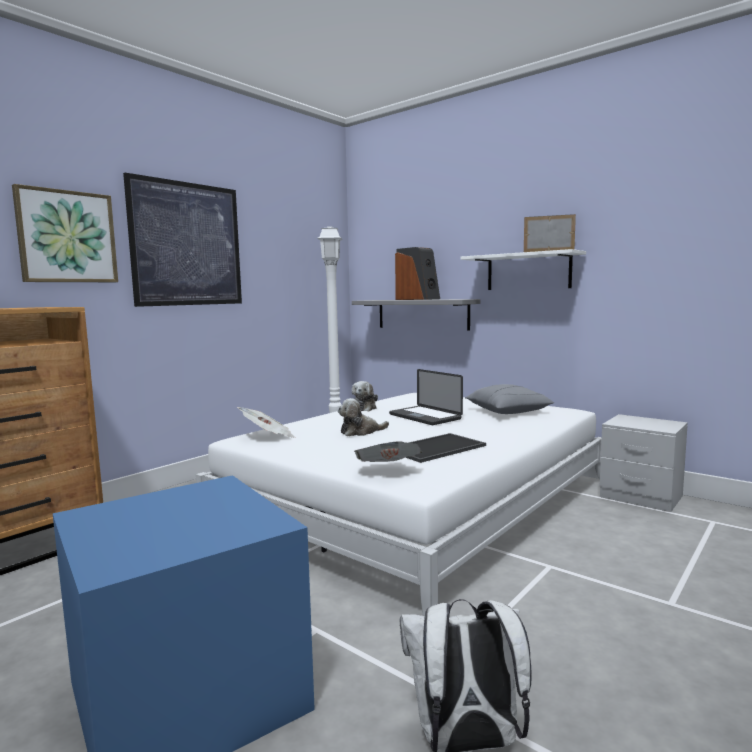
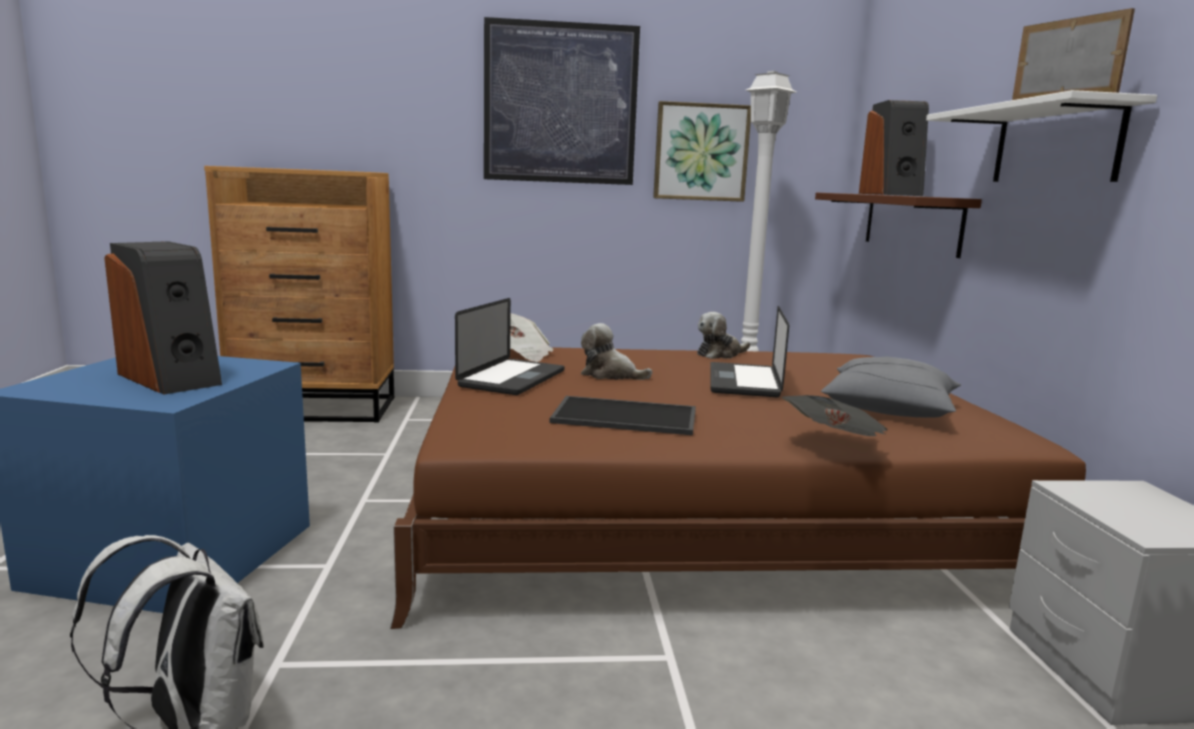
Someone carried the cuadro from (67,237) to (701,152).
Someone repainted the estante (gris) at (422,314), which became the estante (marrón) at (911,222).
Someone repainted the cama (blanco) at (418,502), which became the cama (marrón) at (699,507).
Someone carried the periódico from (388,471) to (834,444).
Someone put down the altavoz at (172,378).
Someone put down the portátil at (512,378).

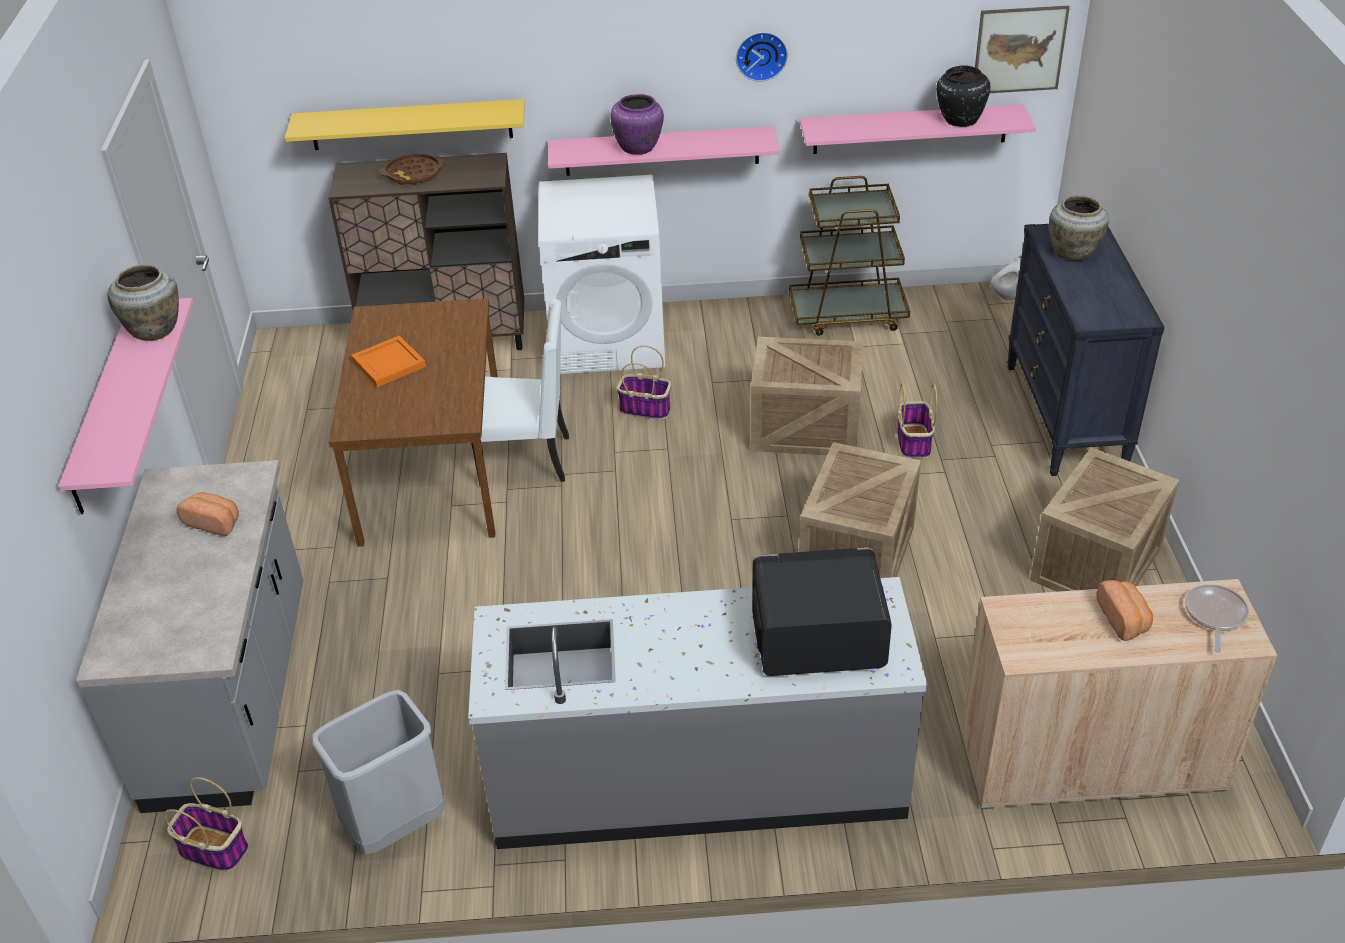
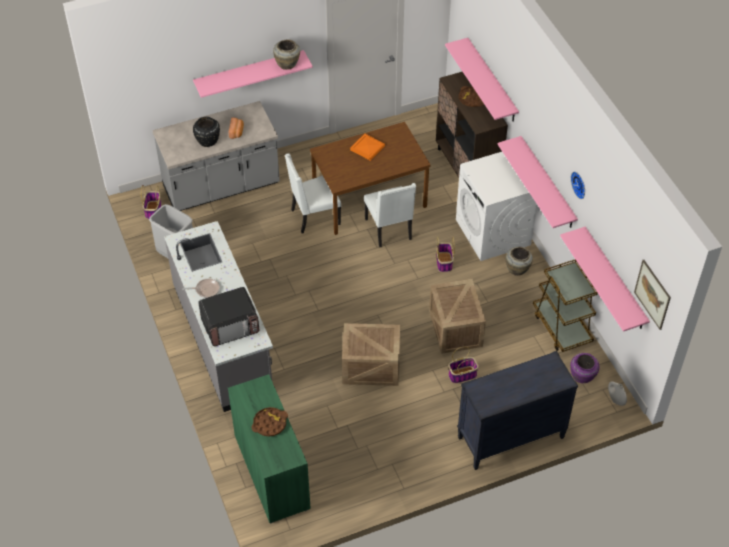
Someone carried the florero (negro) from (959,120) to (208,141).
Someone carried the florero (morado) from (639,148) to (582,377).
Someone repainted the estante (amarillo) at (411,124), which became the estante (rosa) at (492,81).
Someone carried the florero (beis) from (1073,252) to (517,270).
Someone took away the caja de embalaje at (1096,565).
Someone rotated the microondas at (816,637) by 90 degrees clockwise.
Someone repainted the armario (beis) at (1090,761), which became the armario (verde) at (272,472).
Someone swapped the pan at (1124,619) for the bandeja (marrón) at (270,423).
Someone carried the sartén from (1214,615) to (206,290).
Someone put down the silla (blanco) at (314,217).

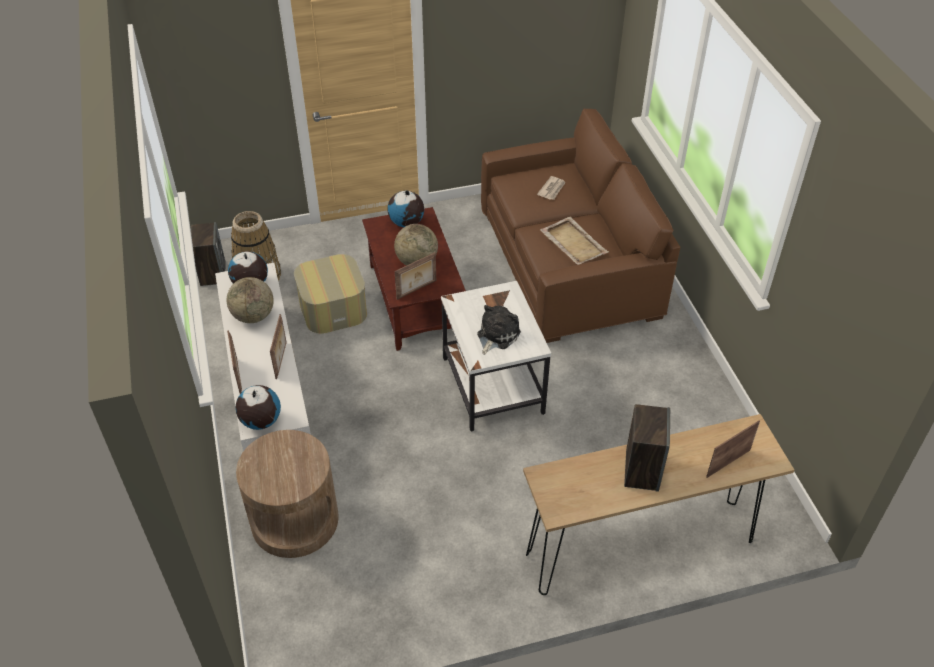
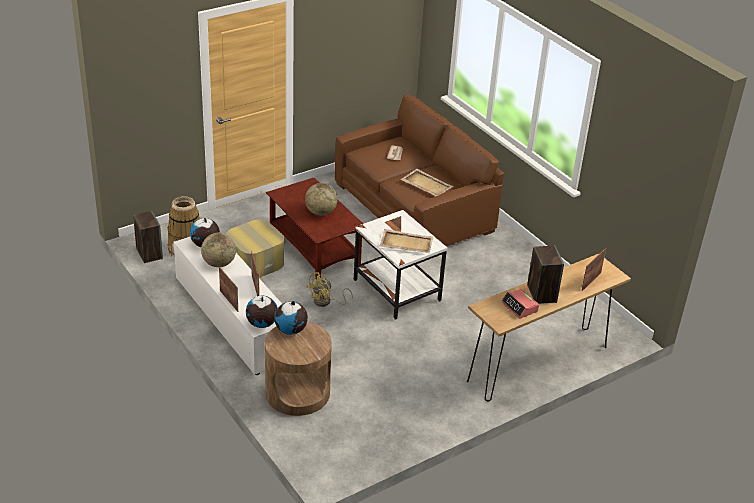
Someone carried the globo terráqueo from (407,223) to (291,330).
Someone took away the portarretratos at (417,290).
Someone swapped the peluche at (496,335) for the bandeja (beis) at (406,243).
Someone put down the ventilador (amarillo) at (326,302).
Someone put down the despertador at (519,307).

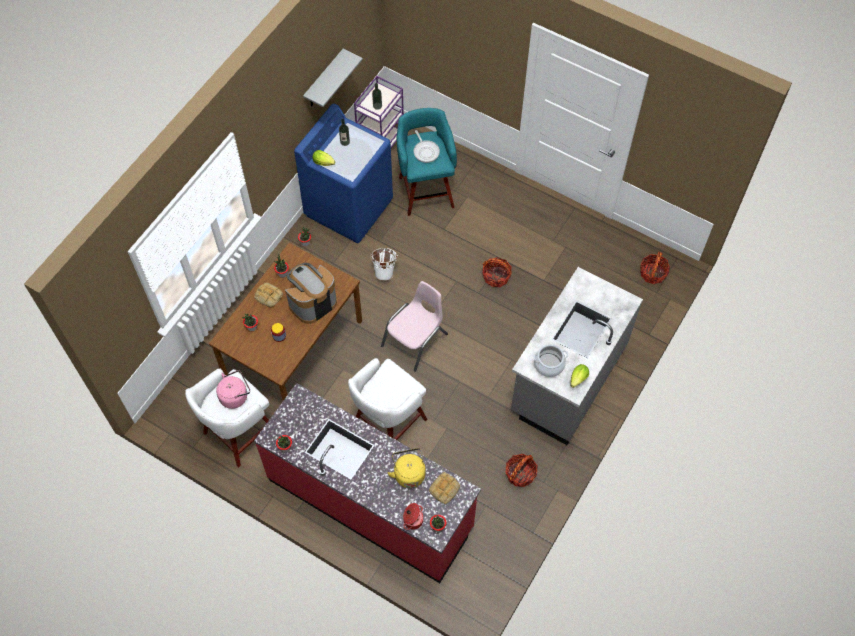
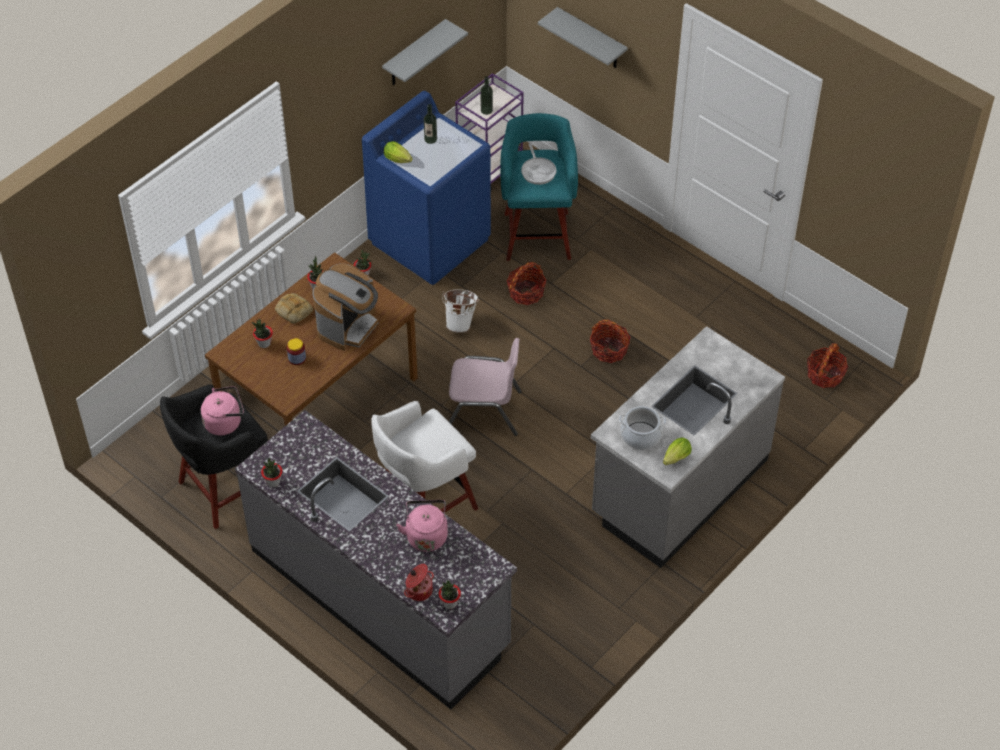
Someone rotated the cafetera at (312,303) by 150 degrees clockwise.
Someone rotated the silla (rosa) at (415,340) by 45 degrees clockwise.
Someone repainted the taburete (blanco) at (238,433), which became the taburete (negro) at (224,489).
Someone repainted the mueble bajo de cocina (rojo) at (371,503), which became the mueble bajo de cocina (gris) at (380,598).
Someone repainted the hervidor (amarillo) at (408,473), which became the hervidor (rosa) at (426,535).
Someone carried the cesta from (520,474) to (526,292).
Someone took away the pan at (444,489).
Someone put up the estante (gris) at (591,39).

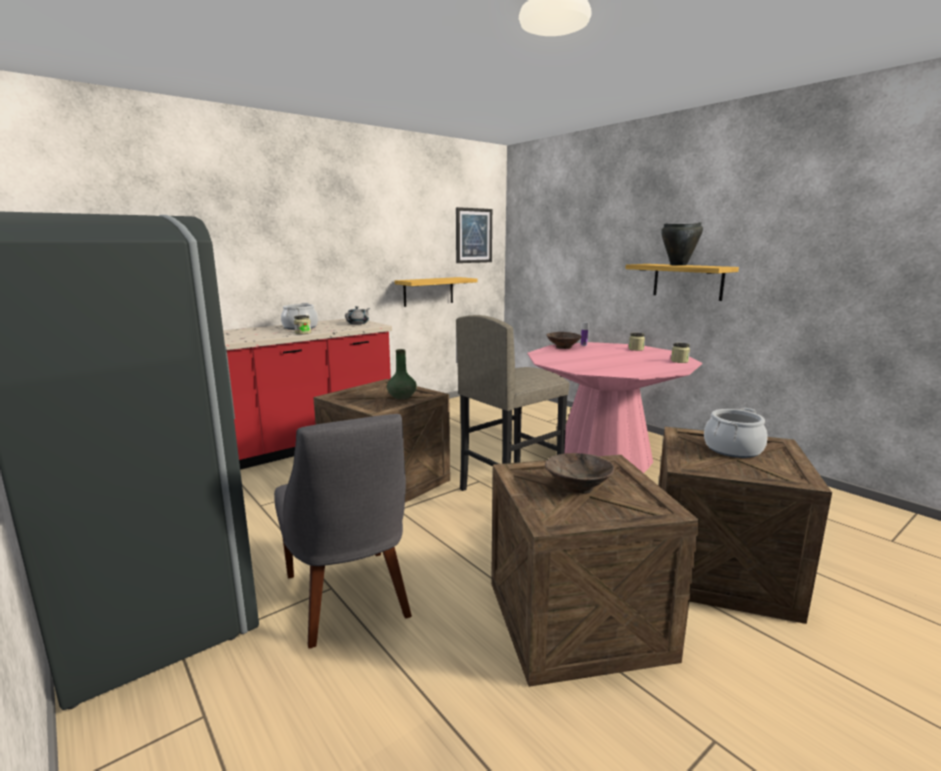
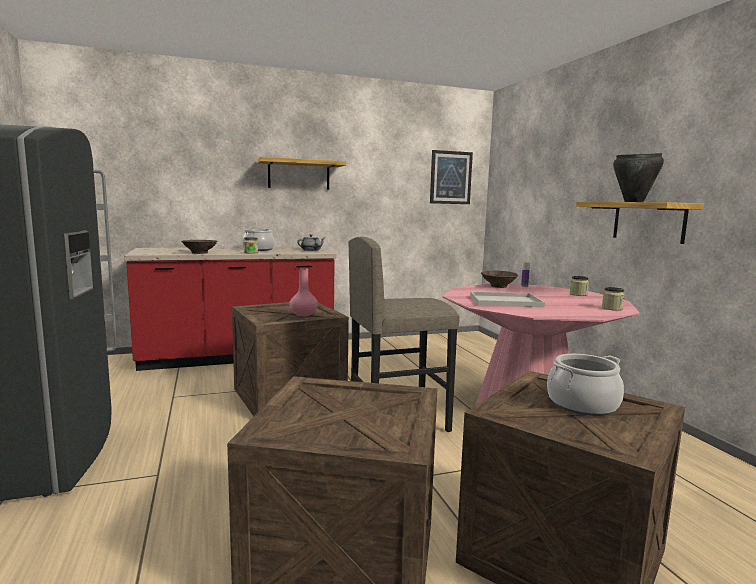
Someone carried the estante from (428,291) to (299,175).
Someone repainted the florero (verde) at (402,397), which became the florero (rosa) at (303,314).
Someone took away the silla (gris) at (348,599).
Someone carried the cuenco (marrón) from (579,487) to (200,253).
Someone put down the bandeja (blanco) at (506,301).

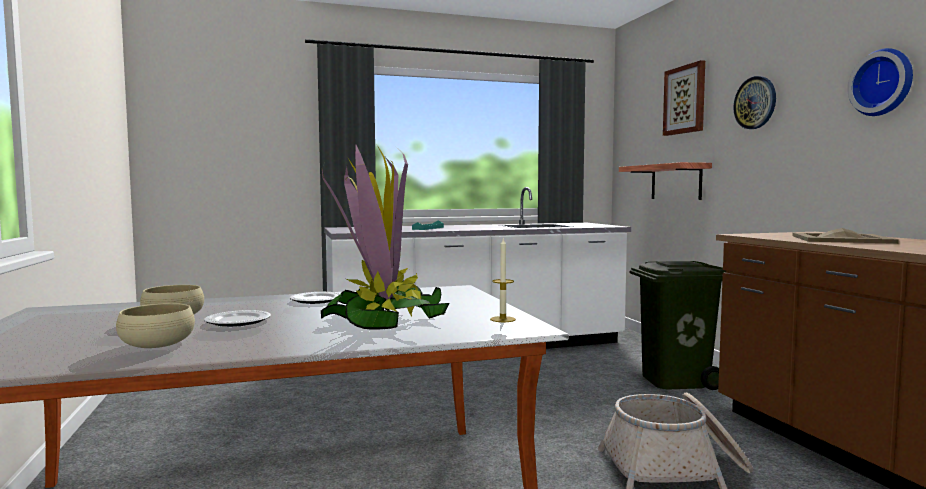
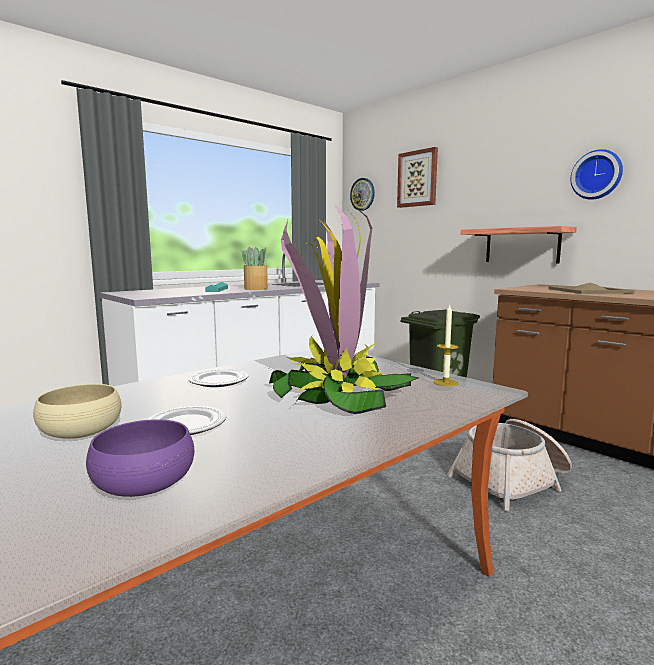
Someone carried the reloj de pared from (755,103) to (362,194).
Someone carried the estante from (676,182) to (522,245).
Someone repainted the cuenco (beis) at (157,343), which became the cuenco (morado) at (144,482).
Someone put down the planta en maceta at (256,288).

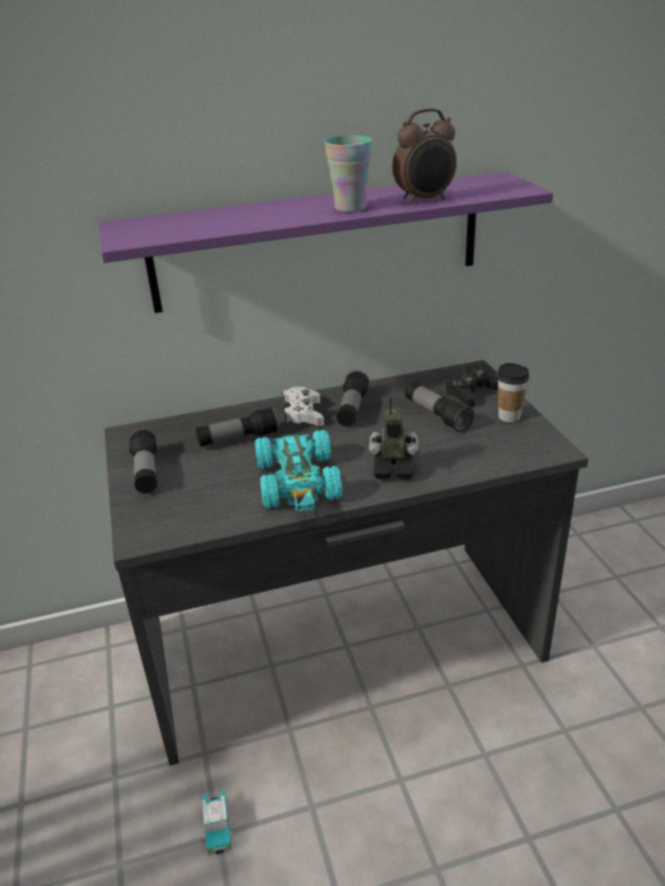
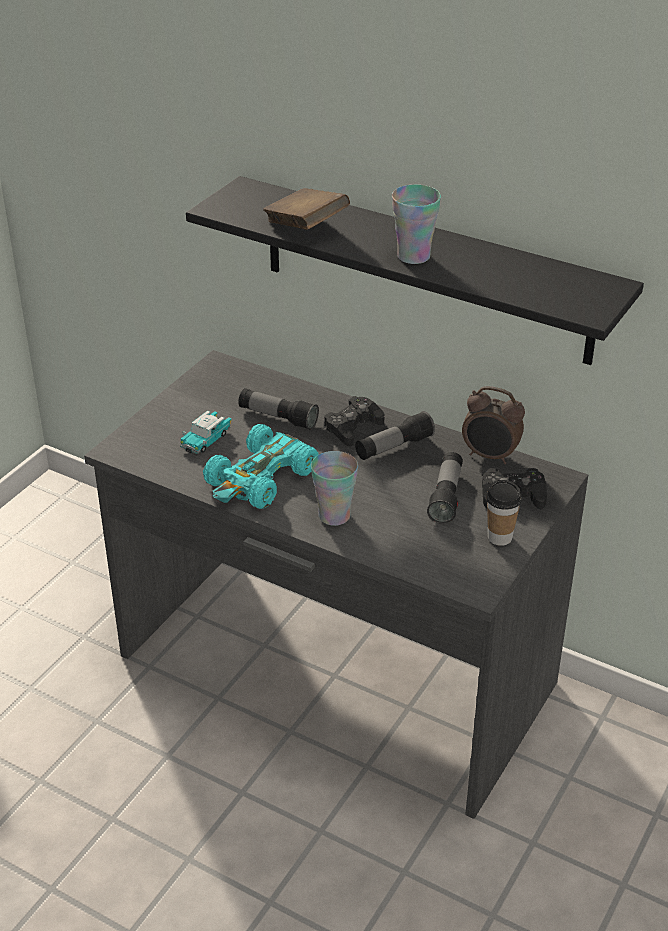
Someone carried the despertador from (425,200) to (490,456).
Someone repainted the estante (morado) at (318,242), which became the estante (negro) at (425,270).
Someone repainted the mando de consola (blanco) at (303,414), which became the mando de consola (negro) at (353,427).
Someone swapped the robot de juguete at (393,470) for the taza at (334,516).
Someone took away the linterna at (146,472).
Someone carried the coche de juguete from (217,826) to (206,440).
Someone put down the libro (marrón) at (306,227).

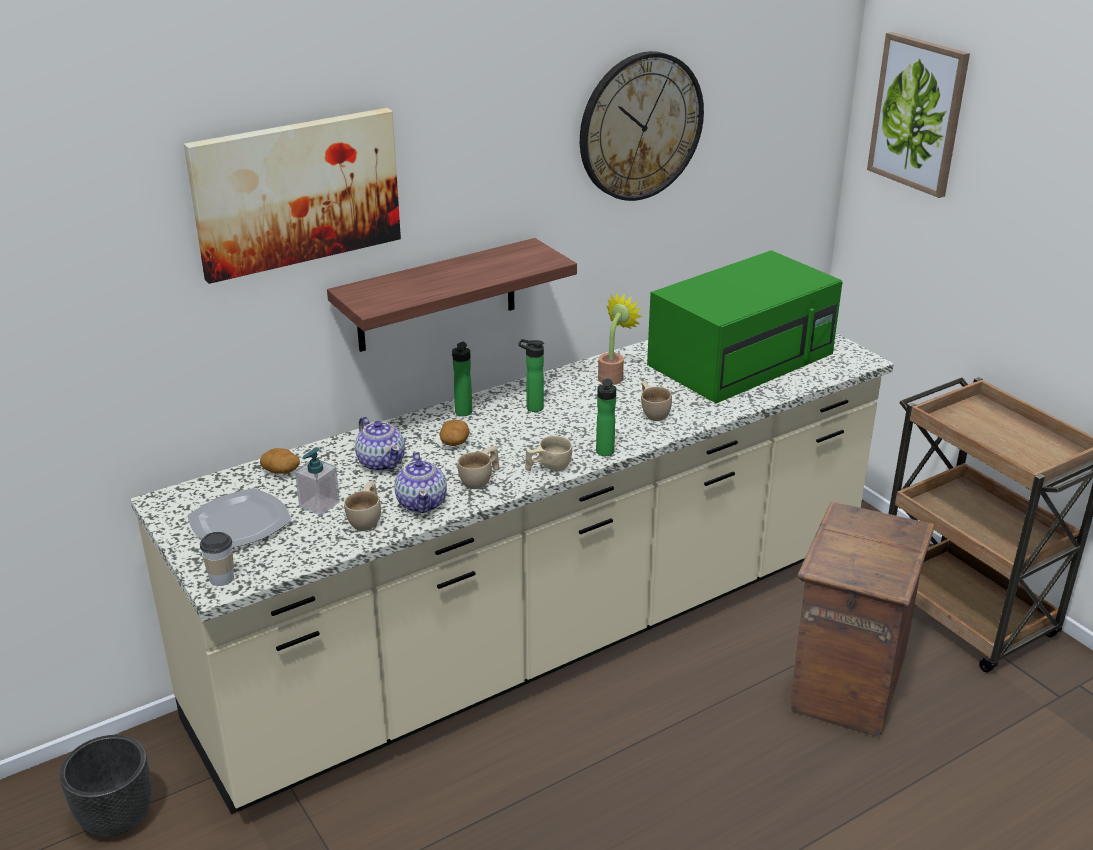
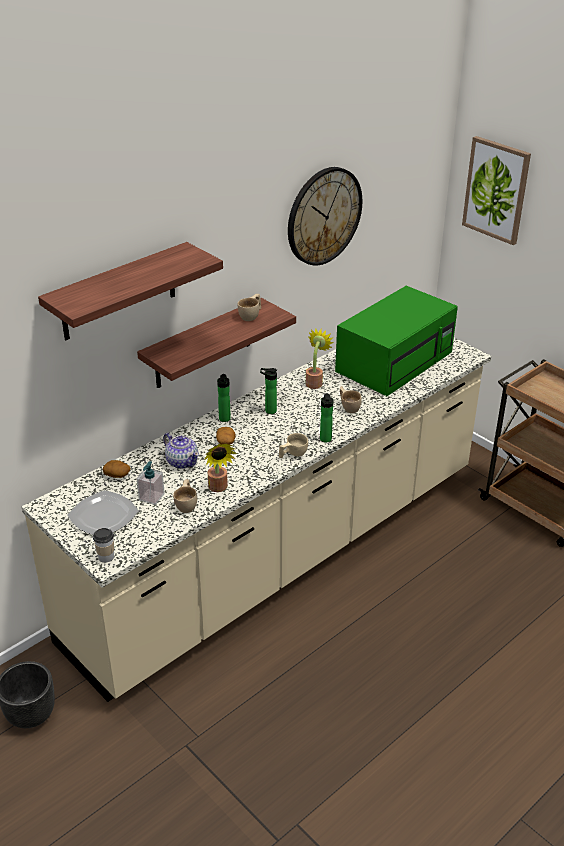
Someone swapped the cuadro at (296,192) for the estante at (118,292).
Someone carried the taza (beis) from (481,480) to (251,315).
Someone swapped the tetera at (422,503) for the planta en maceta at (219,488).
Someone took away the caja de embalaje at (846,686).

